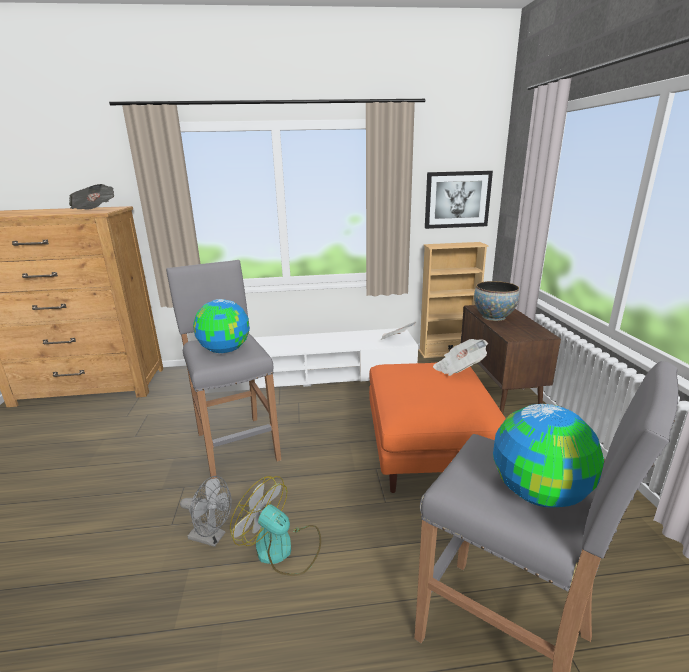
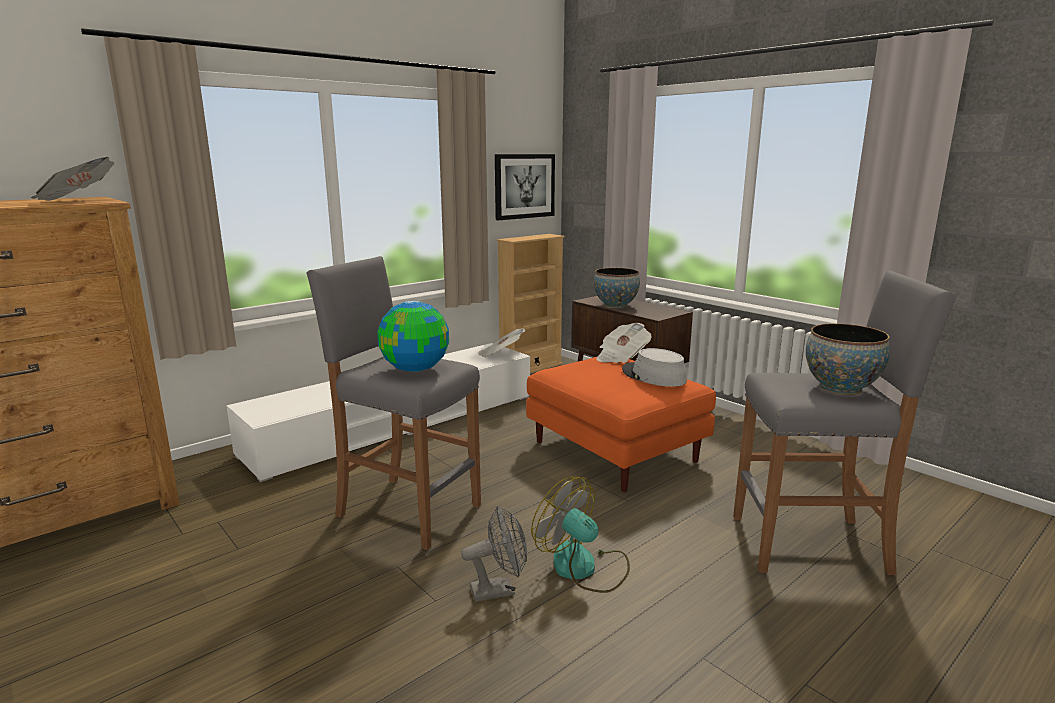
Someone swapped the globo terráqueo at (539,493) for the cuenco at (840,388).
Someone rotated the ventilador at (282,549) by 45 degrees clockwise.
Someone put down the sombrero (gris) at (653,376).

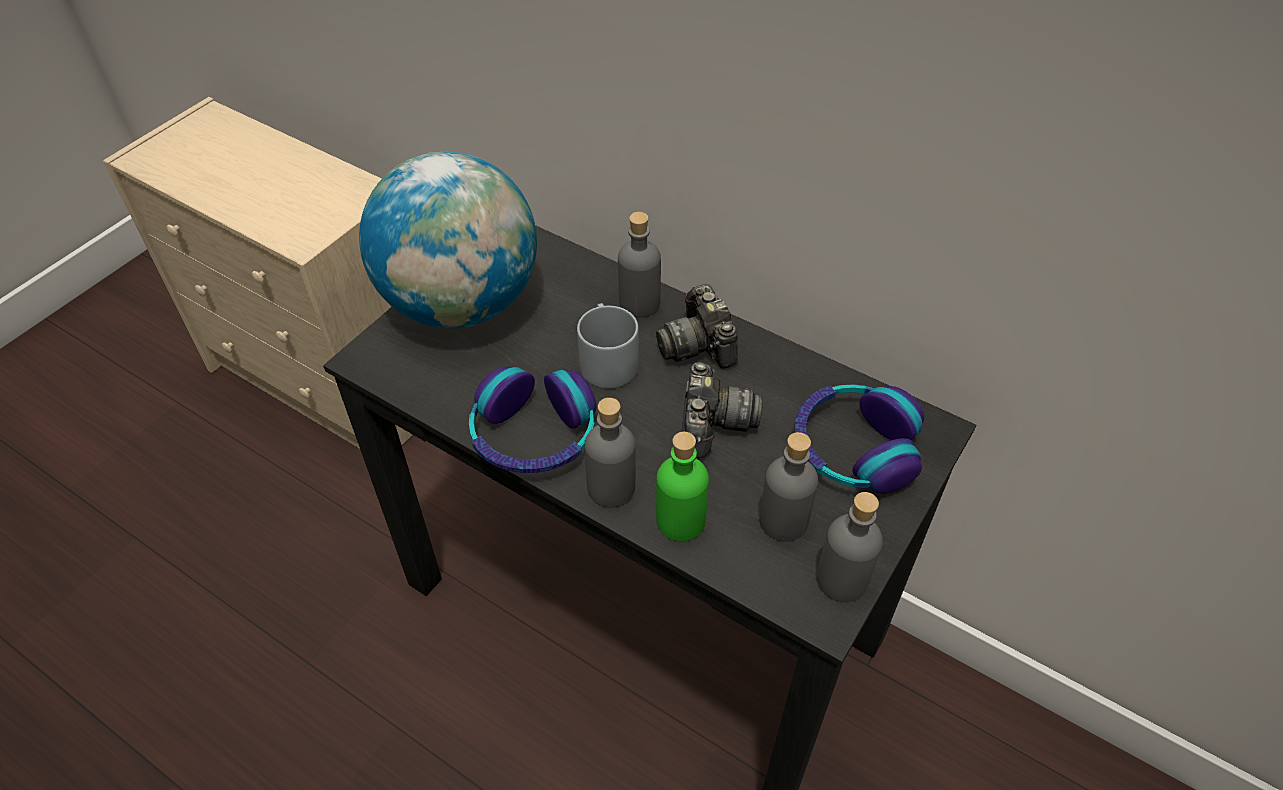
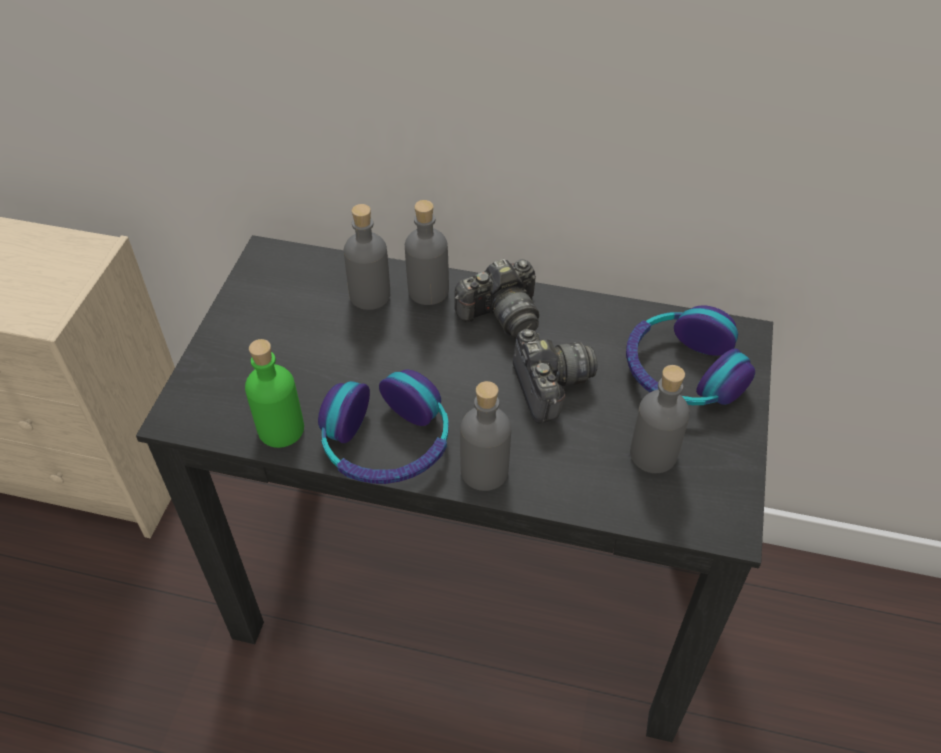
Someone took away the globo terráqueo at (462,304).
Someone rotated the cámara at (698,344) by 75 degrees counterclockwise.
Someone took away the taza grande (gris) at (606,359).
Someone carried the botella (verde) from (680,521) to (281,429).
Someone carried the botella (gris) from (842,579) to (370,295).

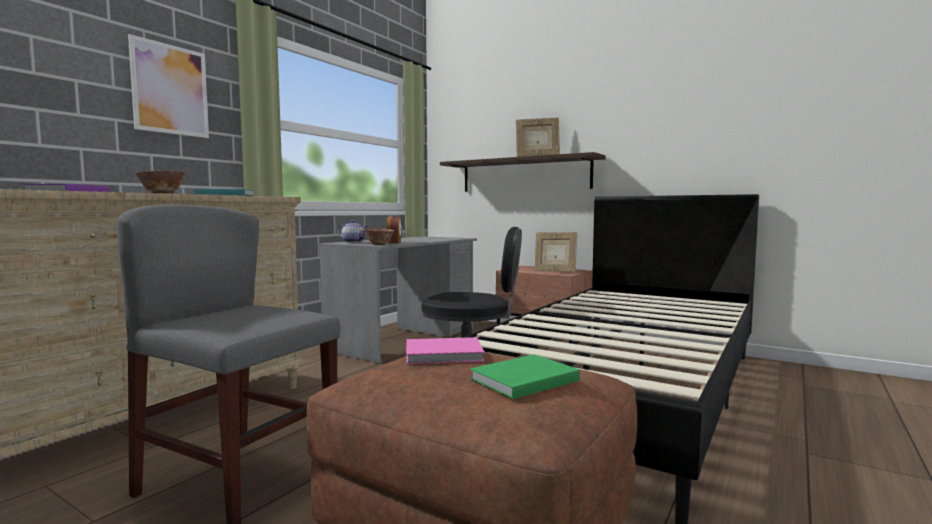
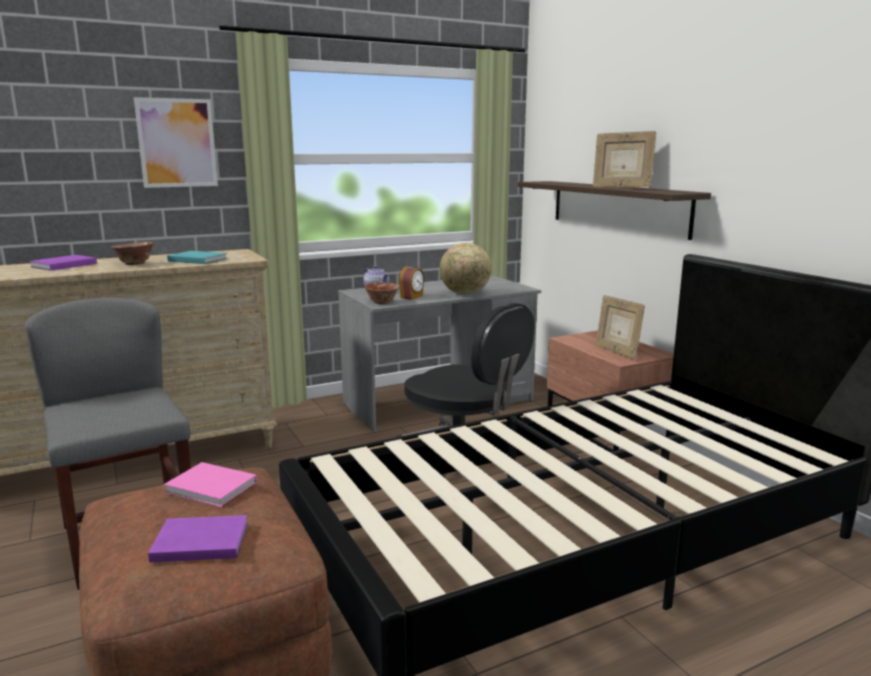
Someone repainted the libro (verde) at (521,380), which became the libro (morado) at (198,541).
Someone put down the globo terráqueo at (465,294).

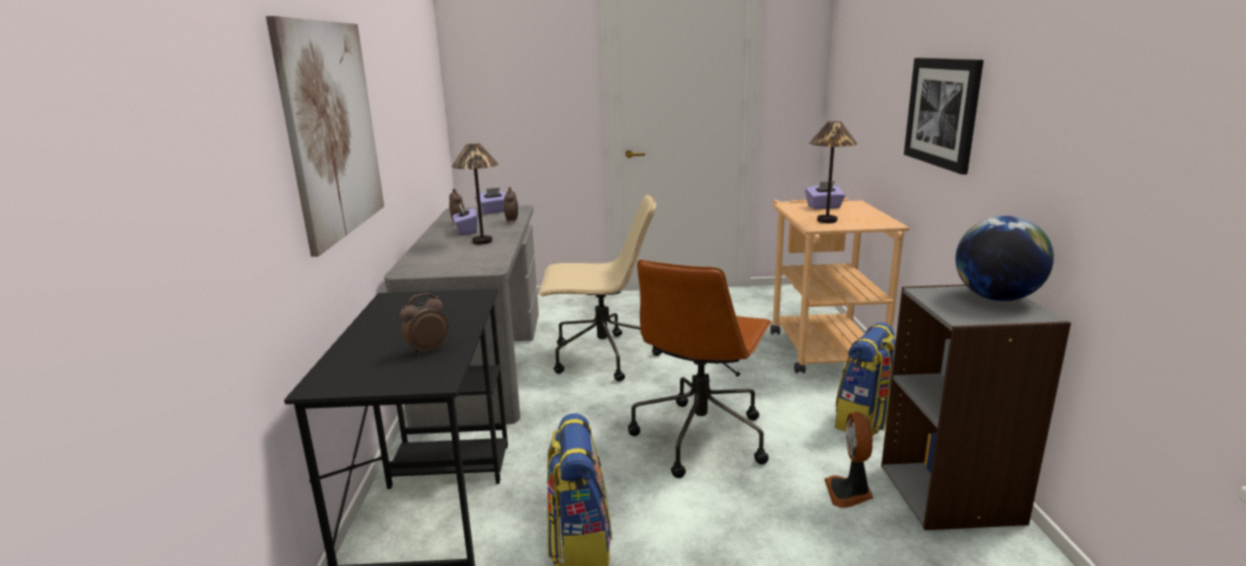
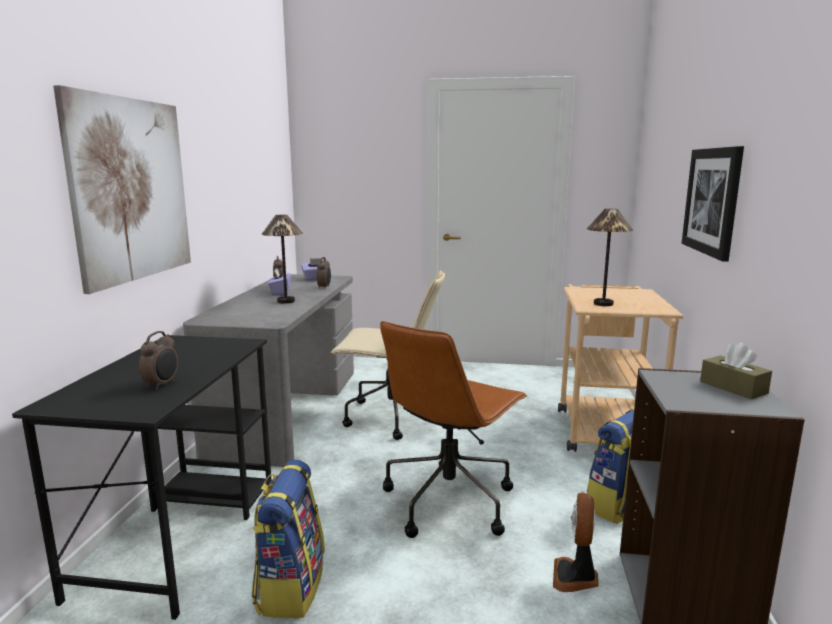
Someone took away the caja de pañuelos (morado) at (824,207).
Someone swapped the globo terráqueo at (996,298) for the caja de pañuelos (marrón) at (733,387).
Someone rotated the despertador at (427,350) by 135 degrees clockwise.

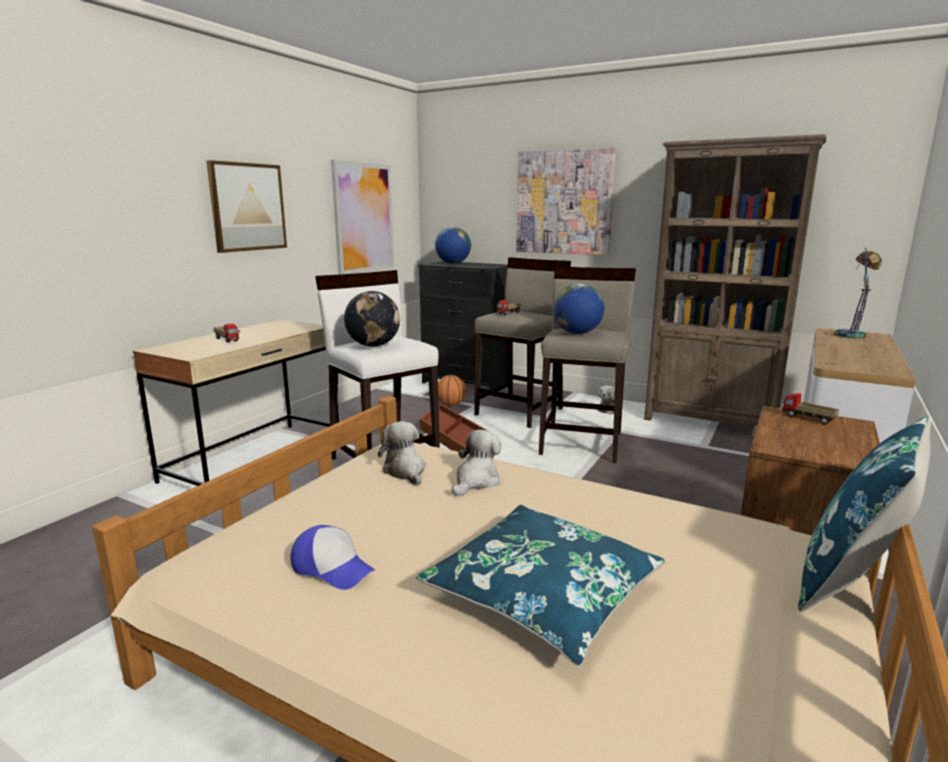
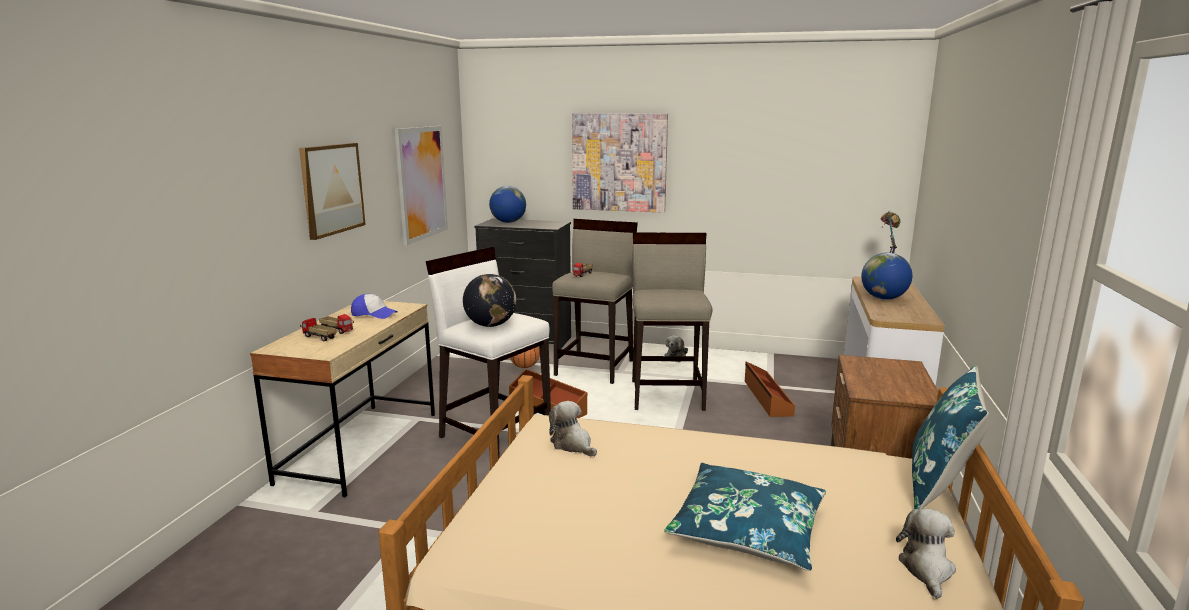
Someone took away the estantería (marrón) at (710,422).
Someone carried the globo terráqueo from (577,333) to (883,298).
Someone carried the camión de juguete from (807,419) to (319,338).
Someone carried the peluche from (476,481) to (926,569).
Someone carried the gorra from (332,567) to (374,314).
Someone put down the caja de almacenaje (marrón) at (766,397).

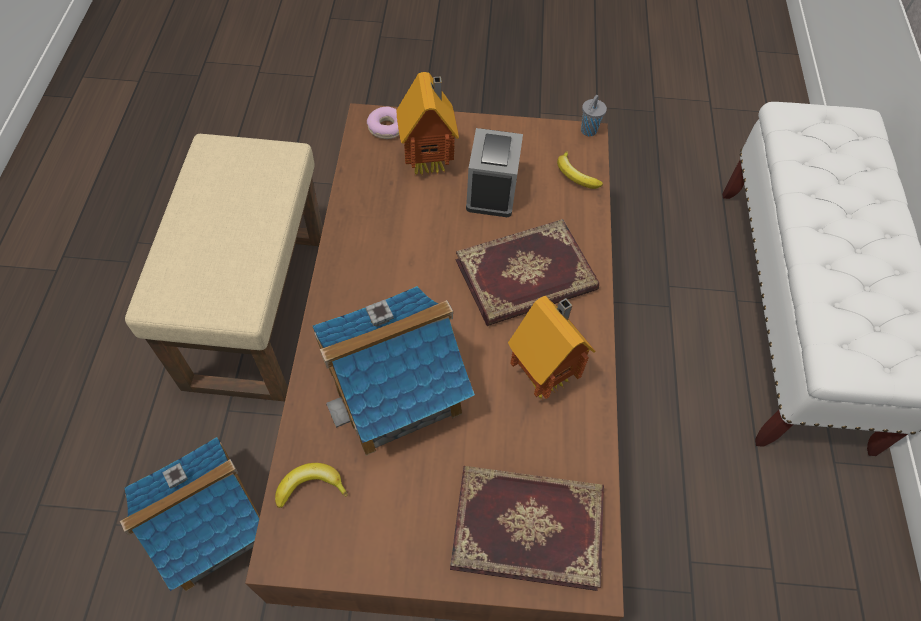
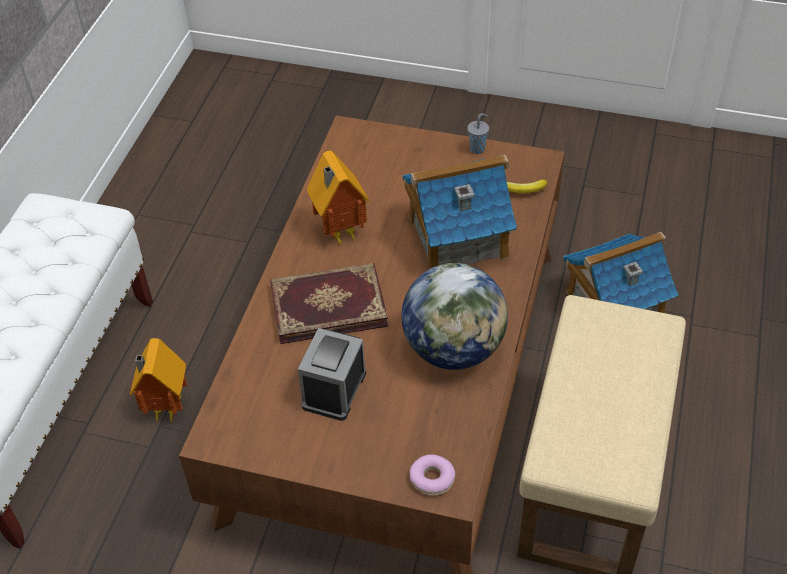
Someone carried the casita from (430,163) to (164,409).
Someone carried the taza (gris) from (588,131) to (478,148).
Someone took away the plátano at (575,176).
Someone took away the libro at (527,525).
Someone put down the globo terráqueo at (454,349).

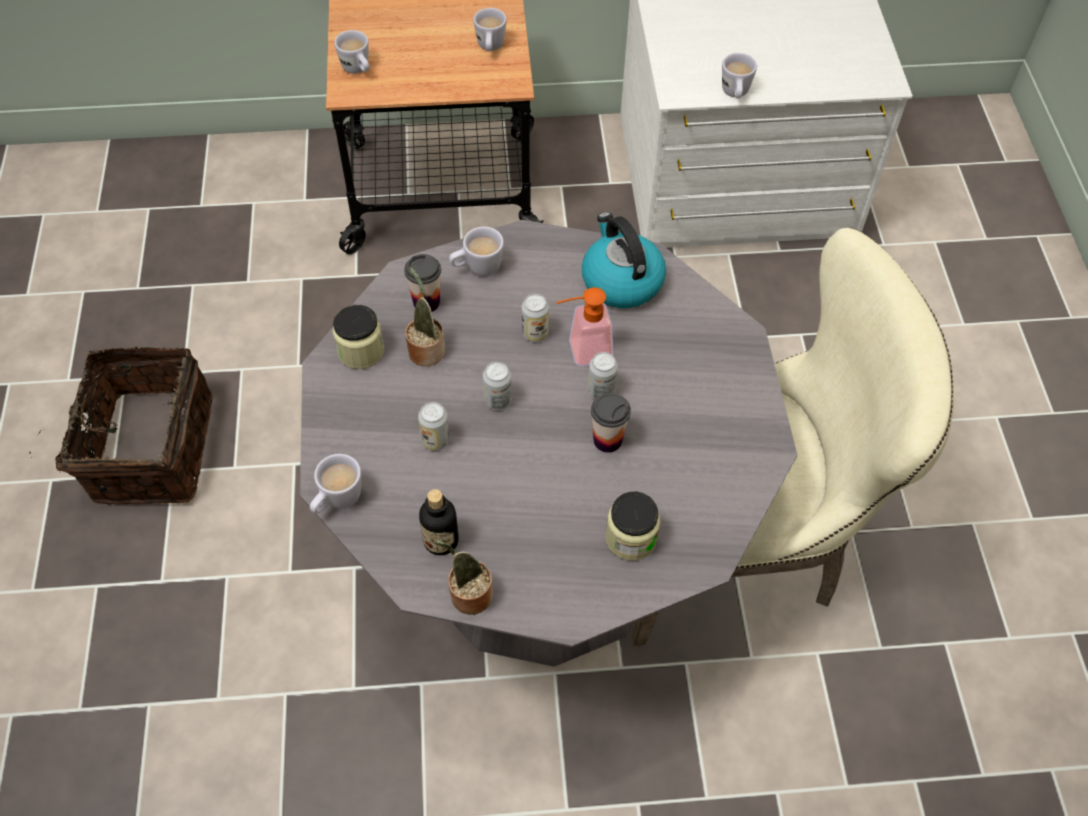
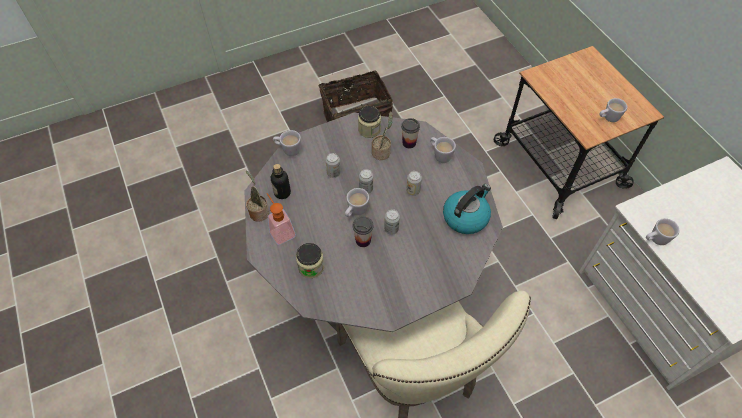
Someone carried the taza grande (blanco) from (358,70) to (355,212).
Someone carried the dispensador de jabón from (582,352) to (280,230).

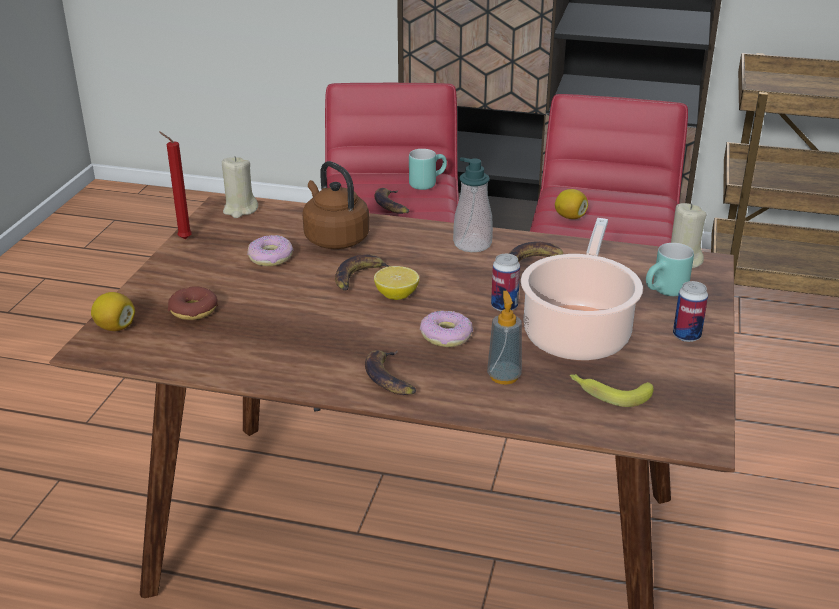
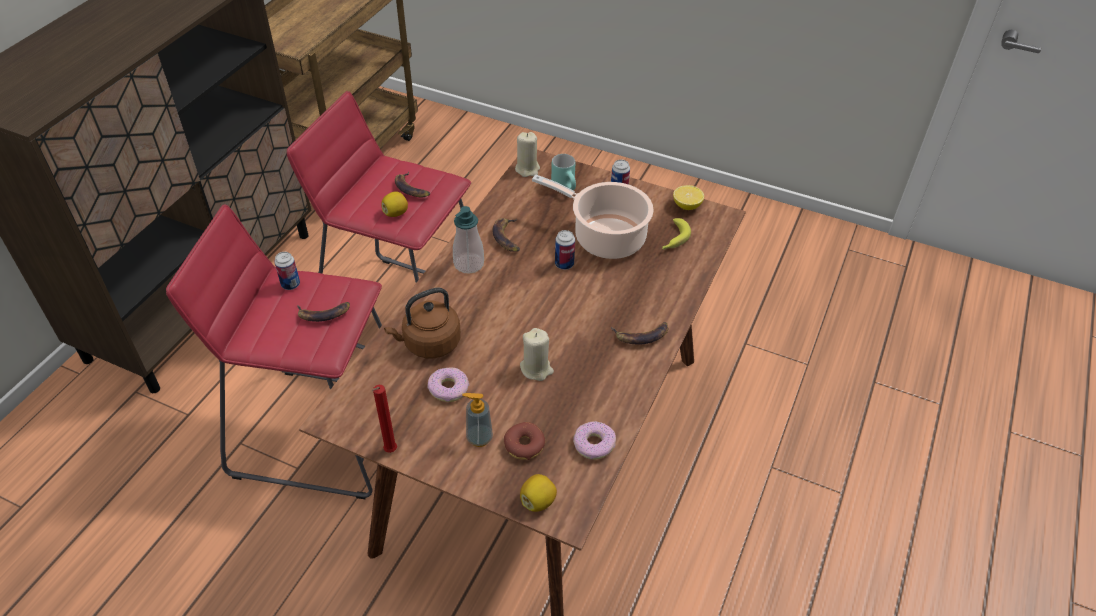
Someone swapped the taza grande (turquesa) at (426,183) for the lata at (290,284).
Someone carried the vela (beis) from (240,210) to (536,369).
Someone carried the plátano from (360,277) to (411,188).
Someone carried the limón from (396,295) to (687,206).
Someone carried the dispensador de jabón from (504,376) to (479,438).
Someone carried the rosquilla from (446,336) to (593,444).

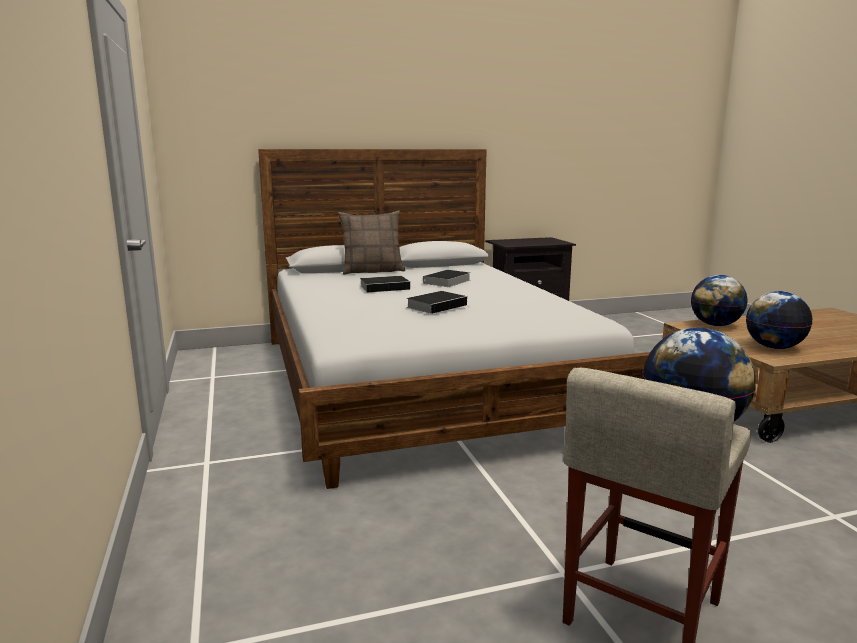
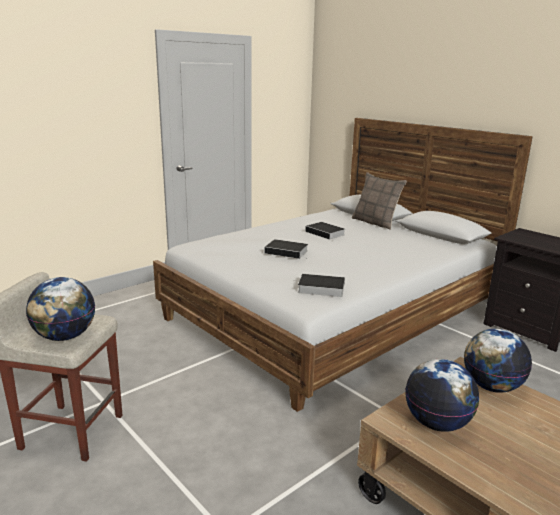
Someone carried the libro from (446,282) to (319,288).

